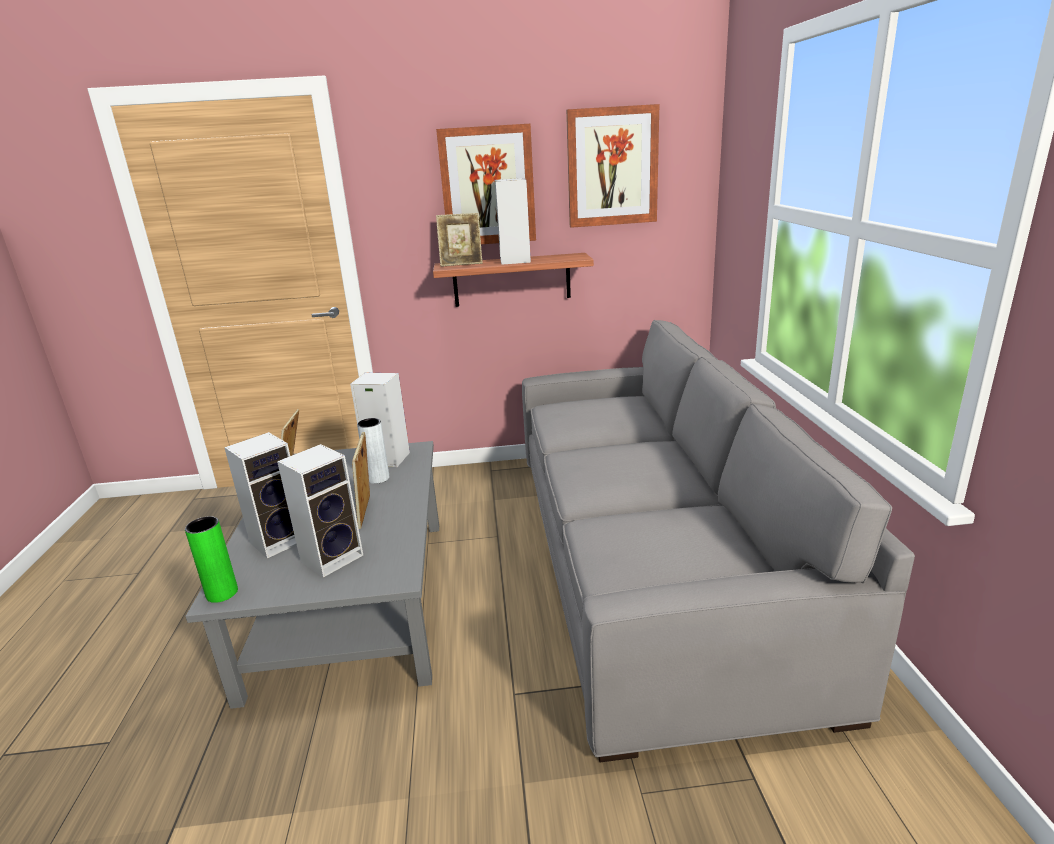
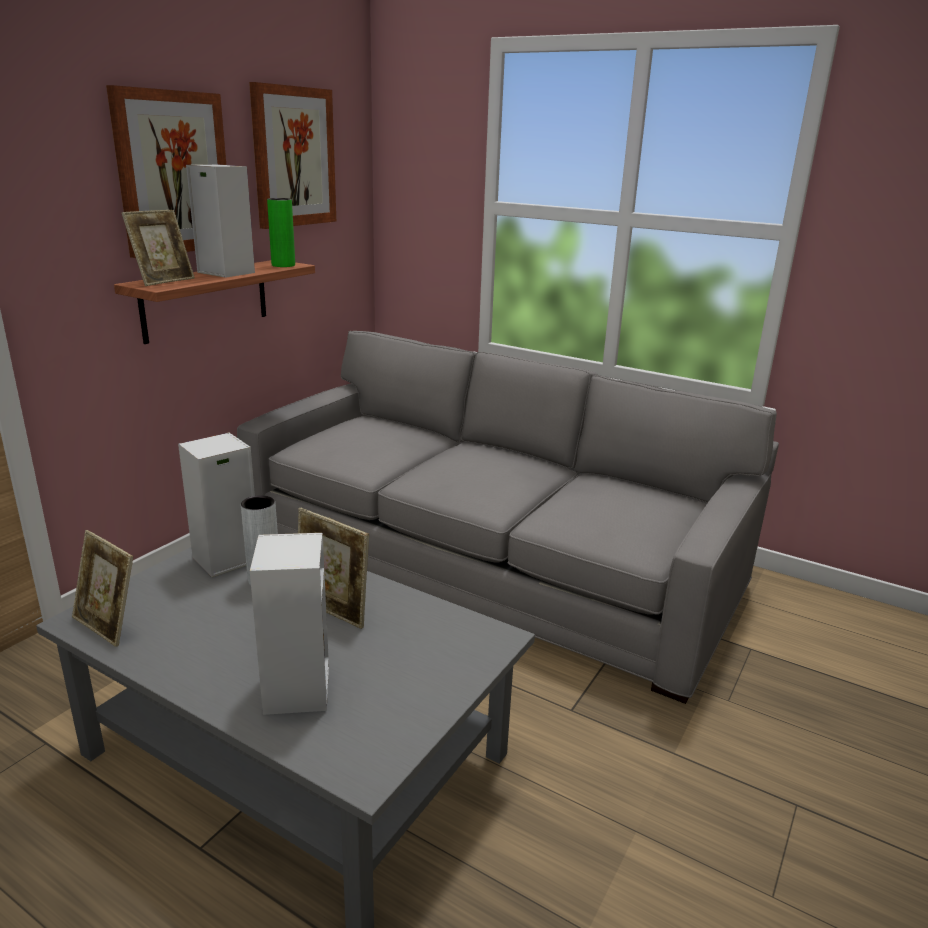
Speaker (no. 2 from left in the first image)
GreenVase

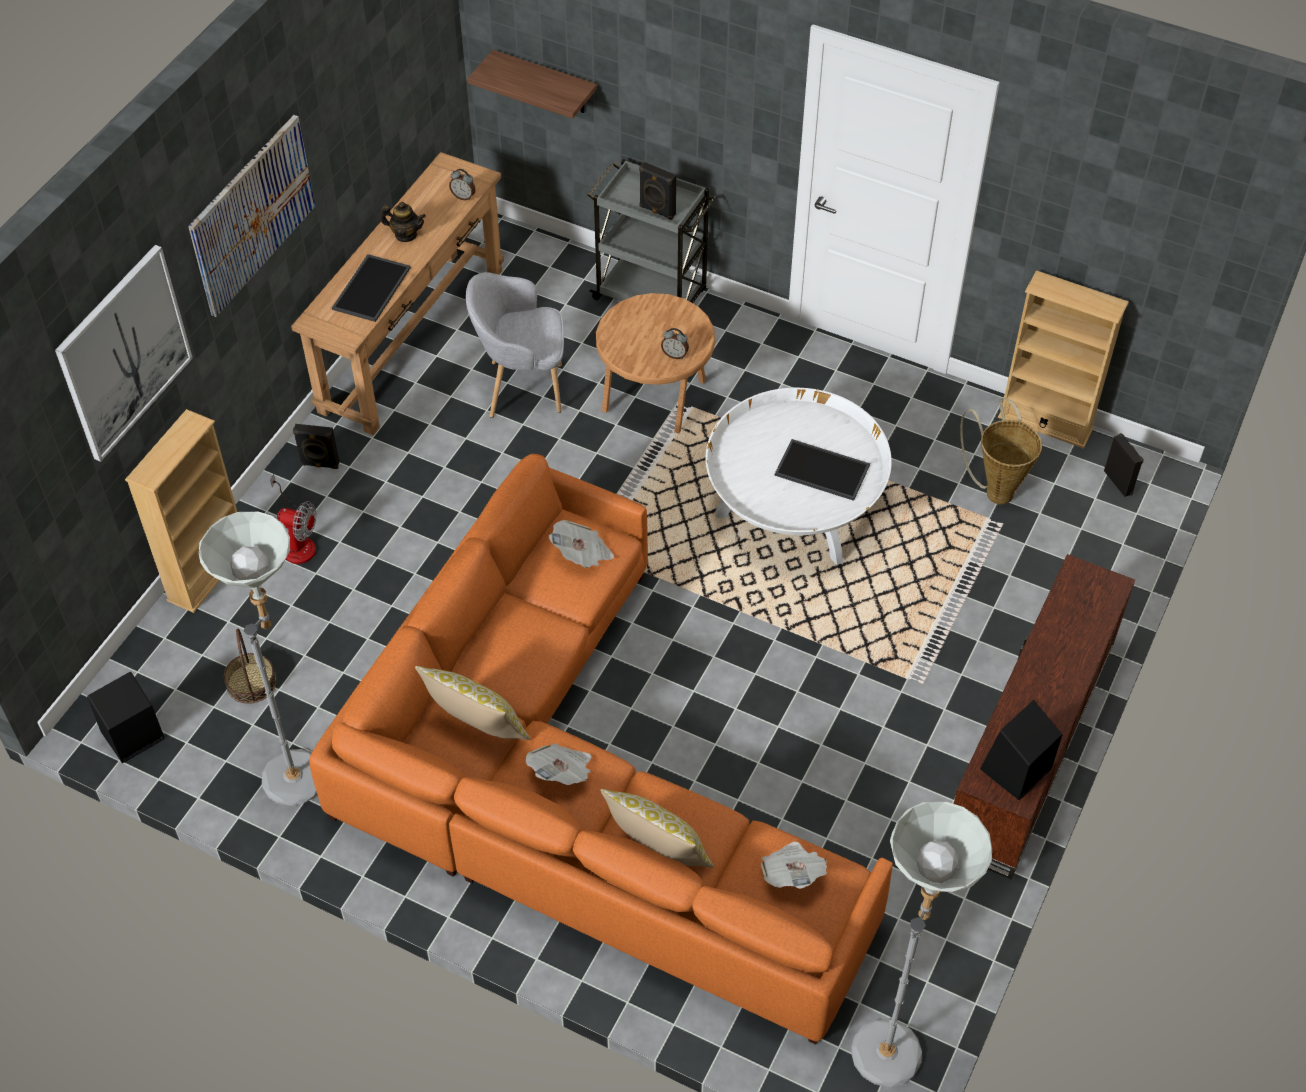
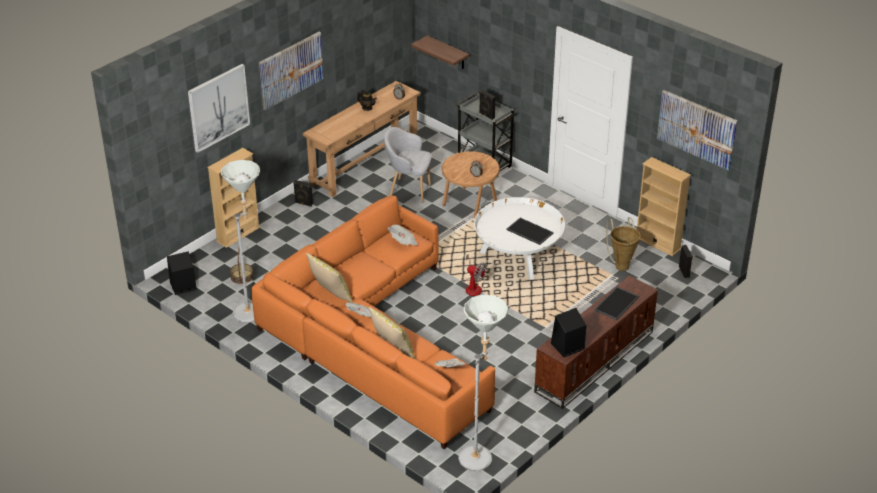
Picture (no. 3 from left)
Fan
Tray (no. 2 from left)

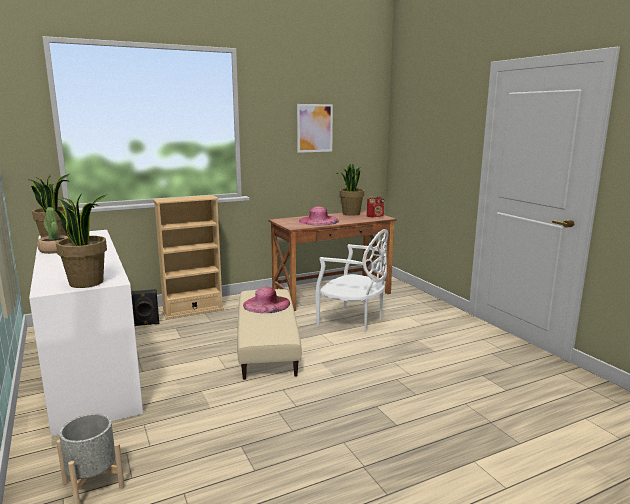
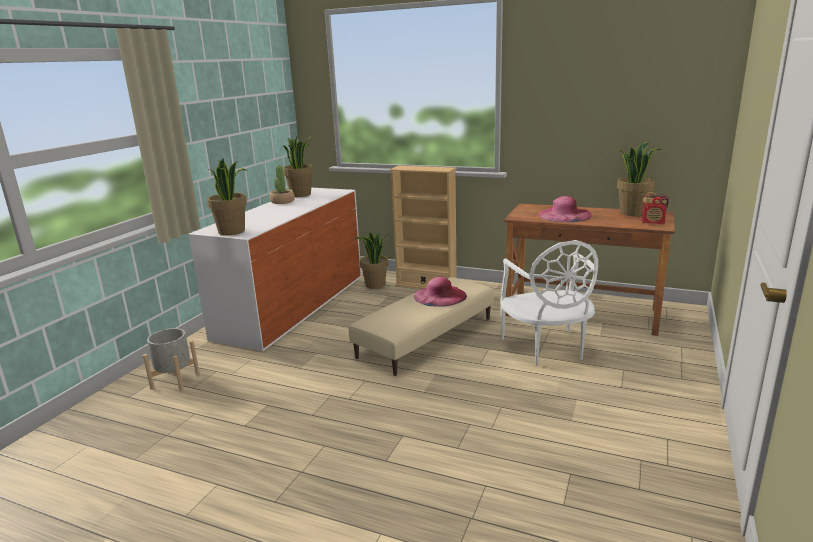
Picture
PottedPlant (no. 4 from left)

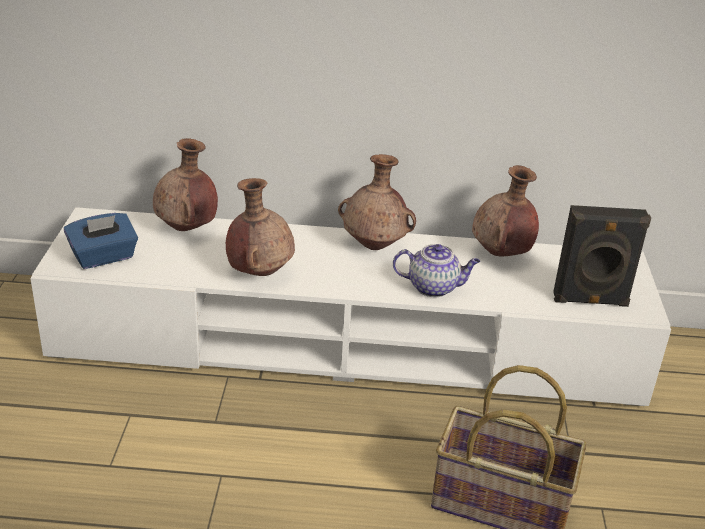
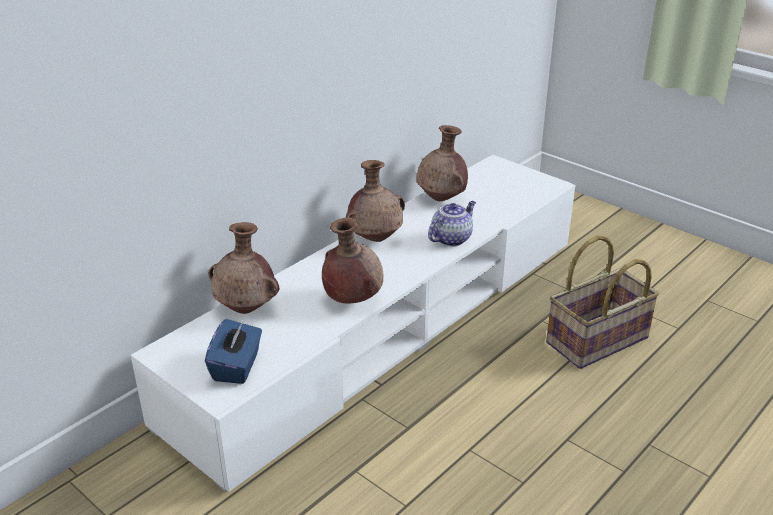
BlackSpeaker

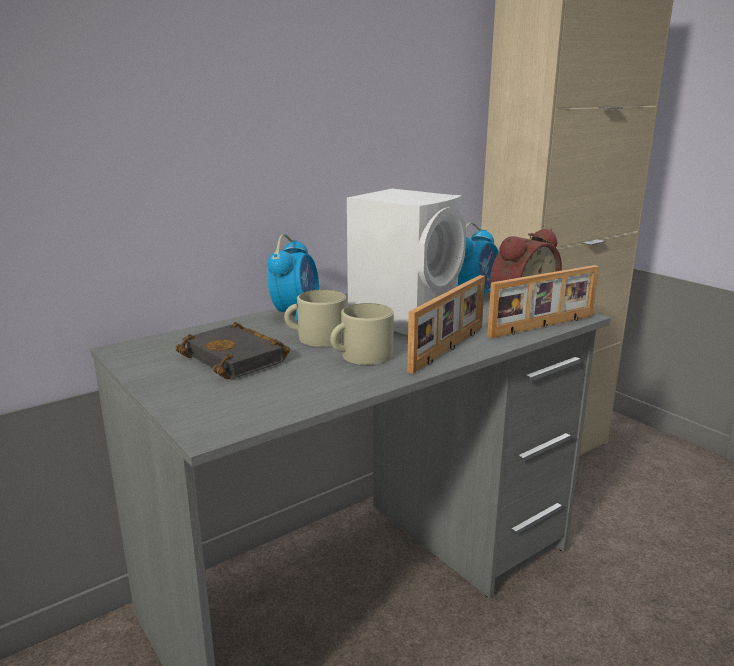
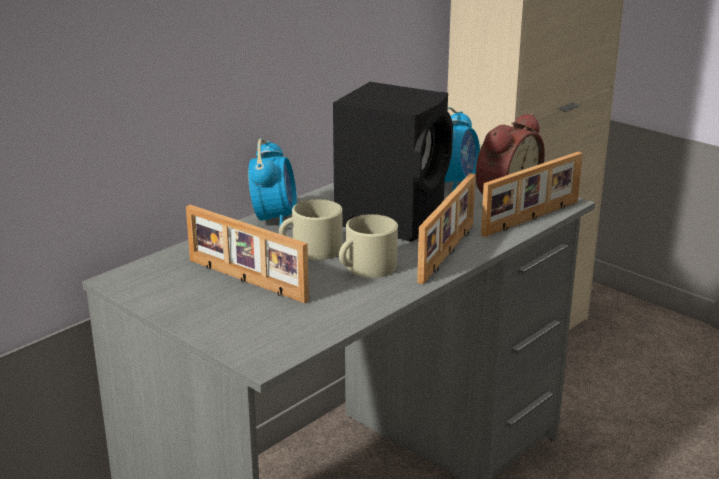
PictureFrame (no. 1 from left)
BlackSpeaker

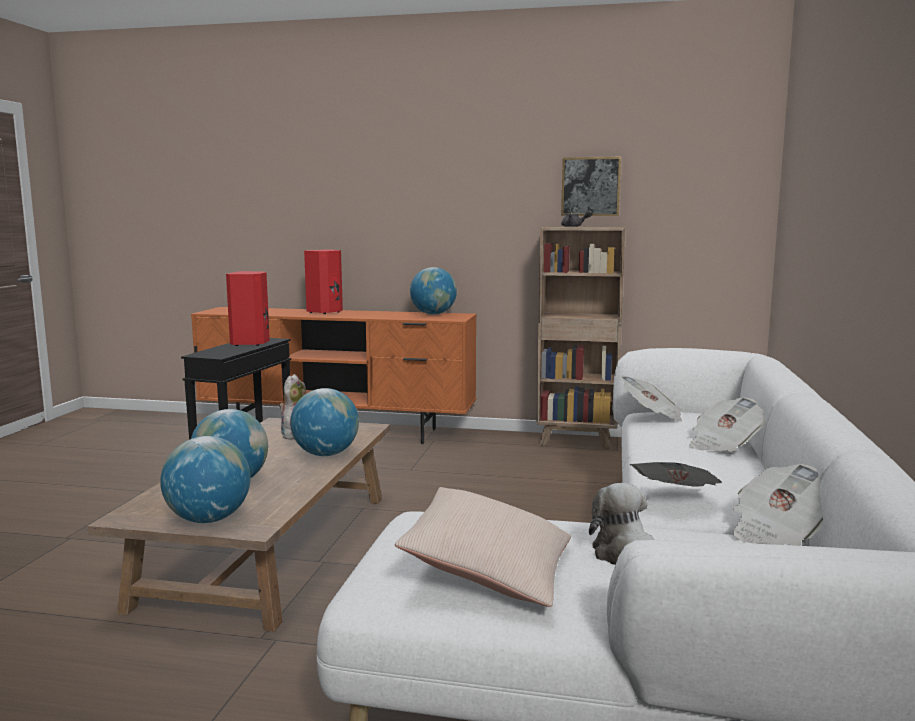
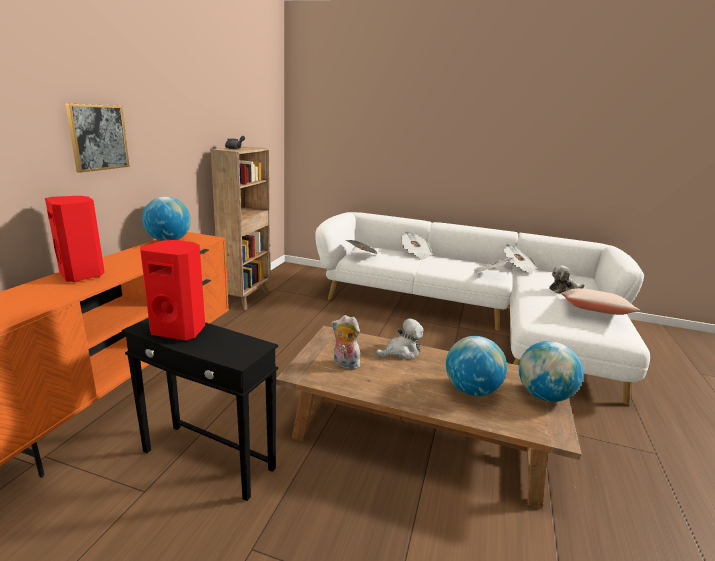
Picture
PlushToy (no. 2 from left)

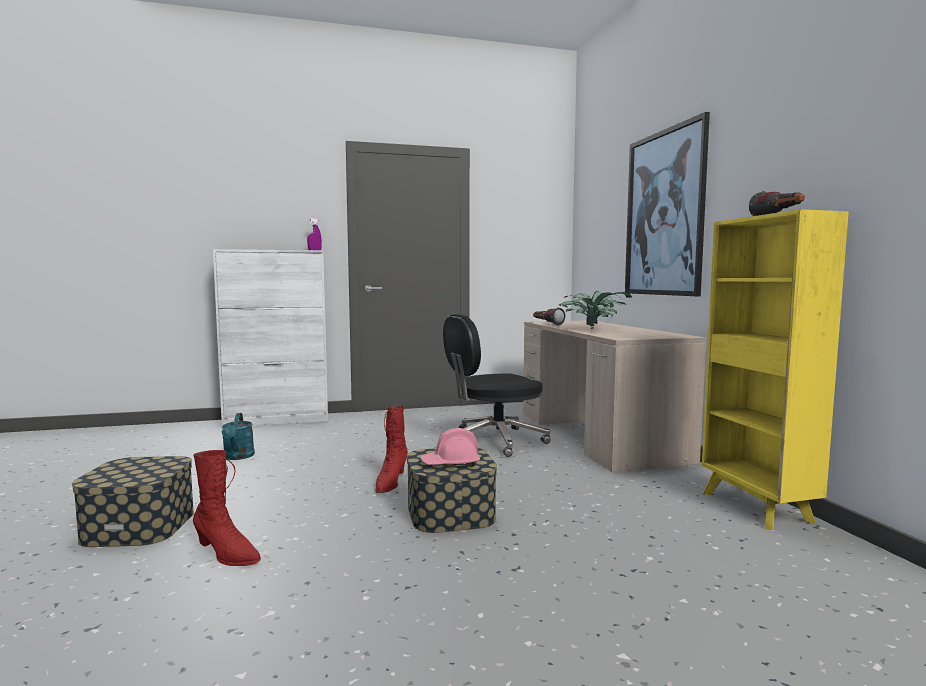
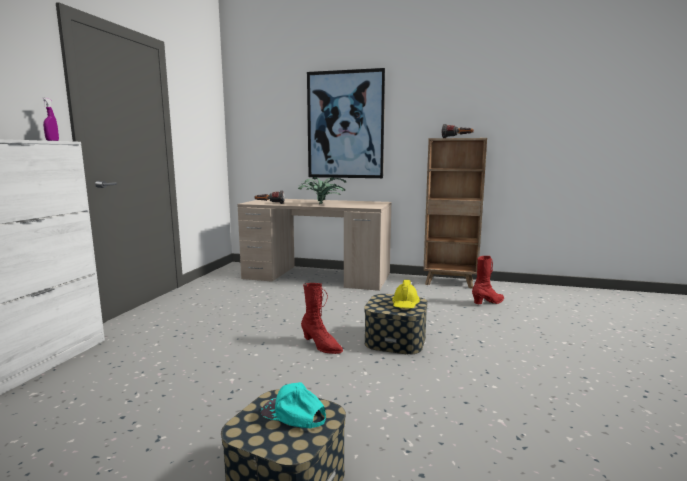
TurquoiseWateringCan
BlackOfficeChair
TurquoiseCap
RedBoot (no. 2 from left)
YellowHardHat
BrownBookcase

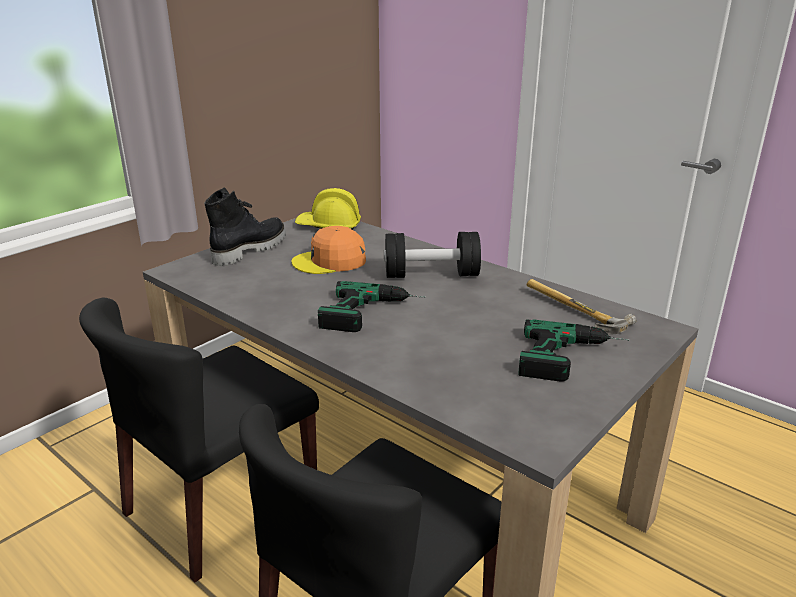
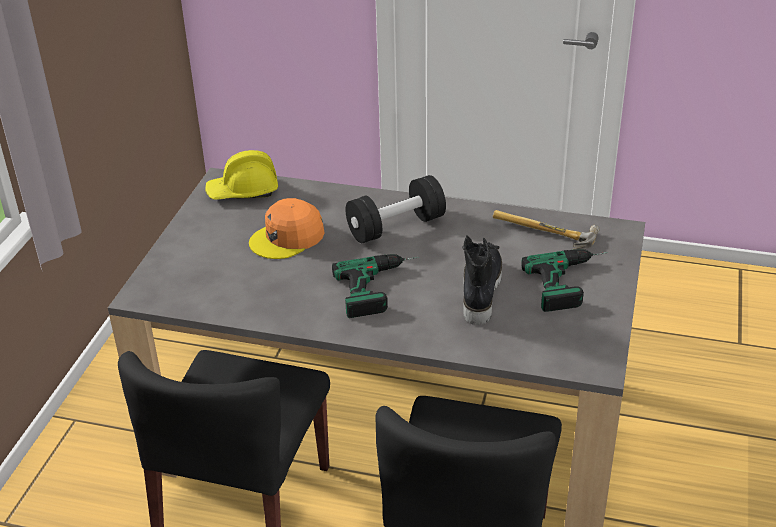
BlackBoot

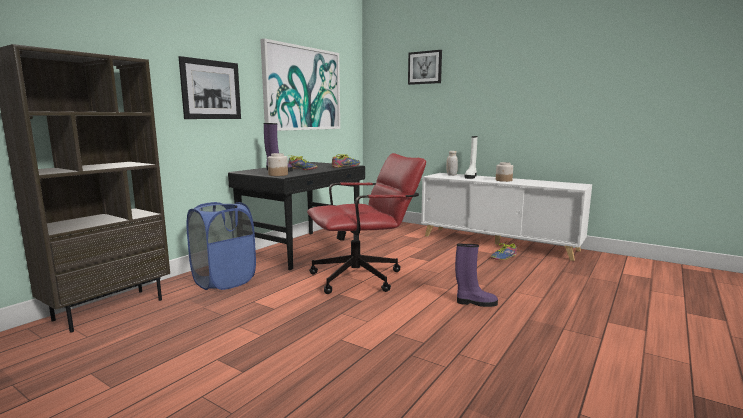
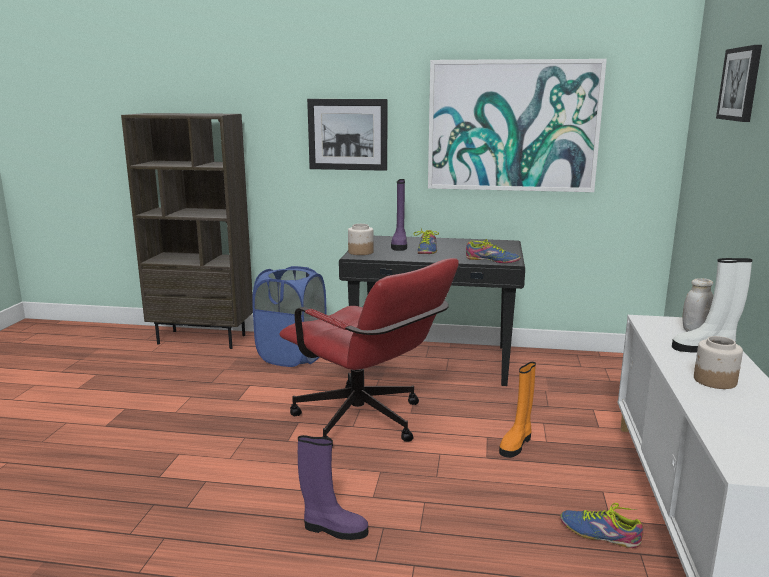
OrangeBoot
PurpleBoot (no. 1 from left)

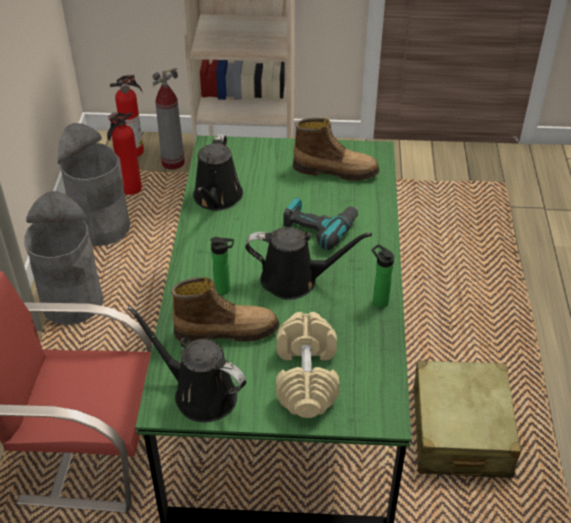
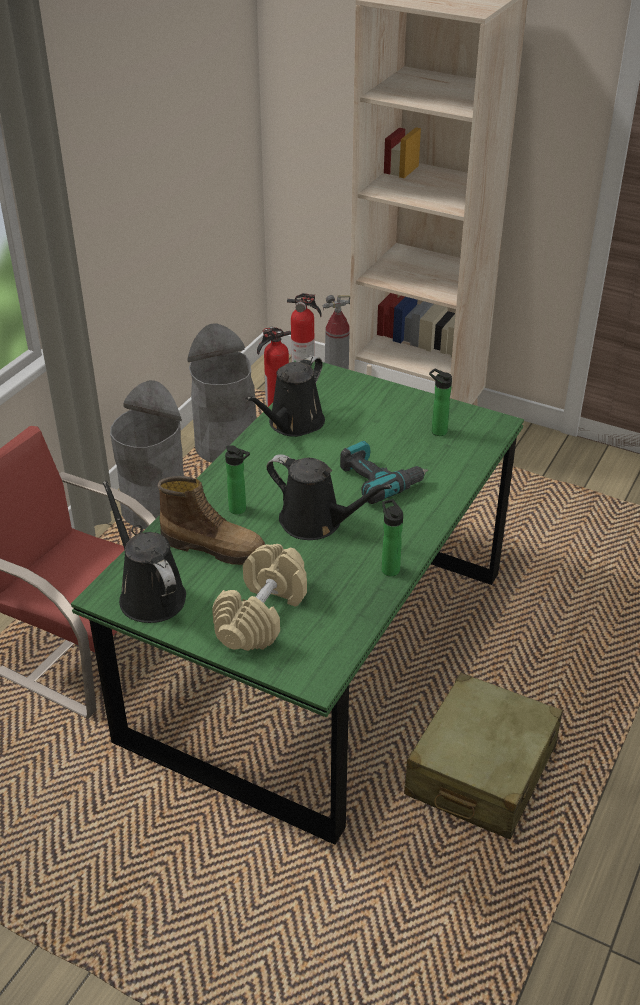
Bottle (no. 3 from left)

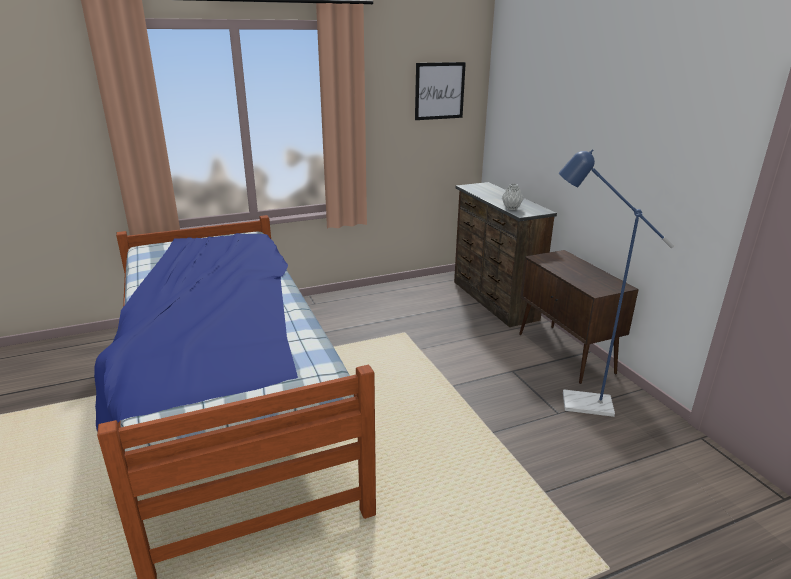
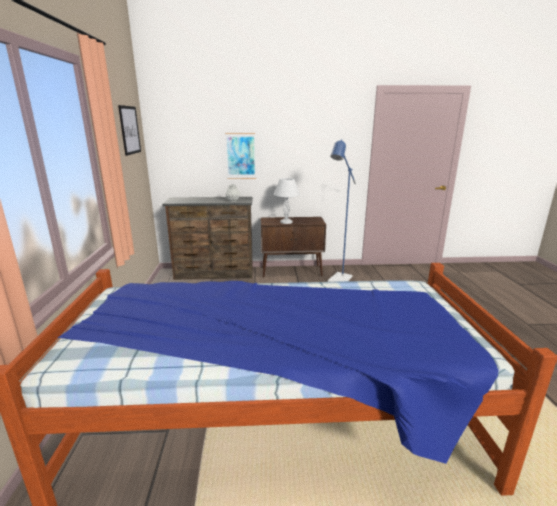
Picture (no. 2 from left)
WhiteTableLamp

